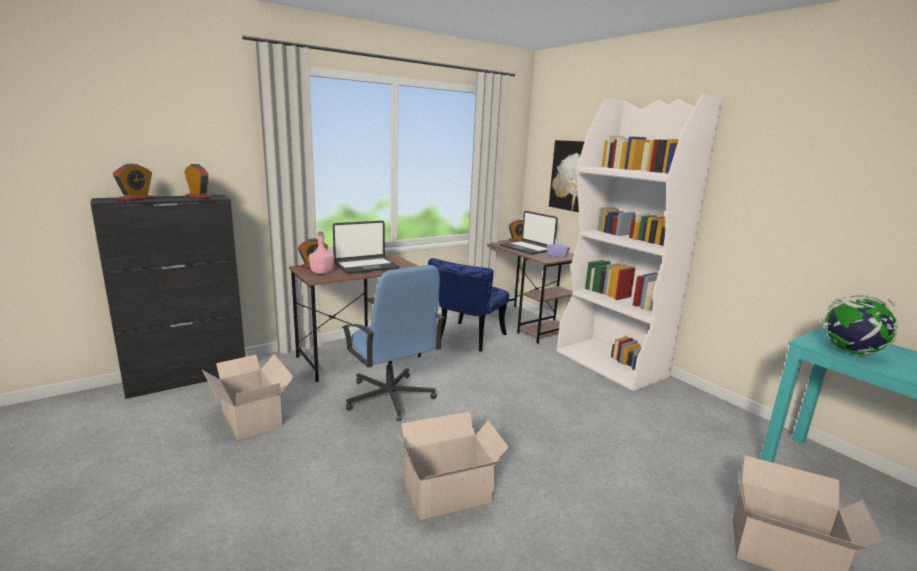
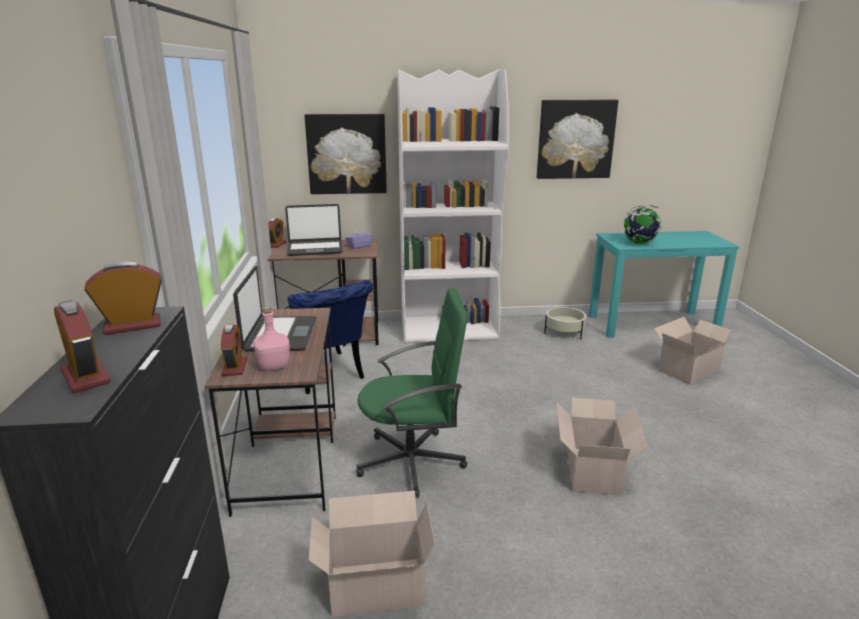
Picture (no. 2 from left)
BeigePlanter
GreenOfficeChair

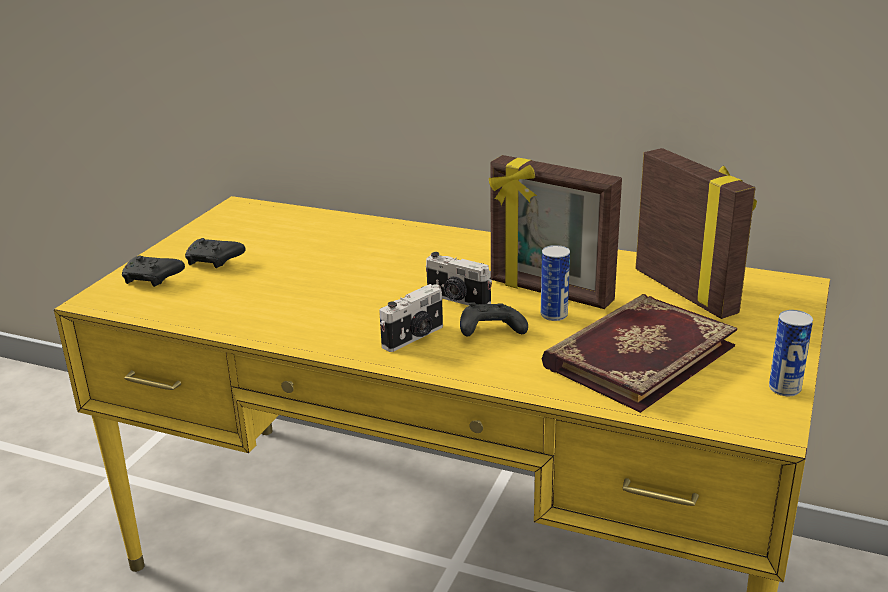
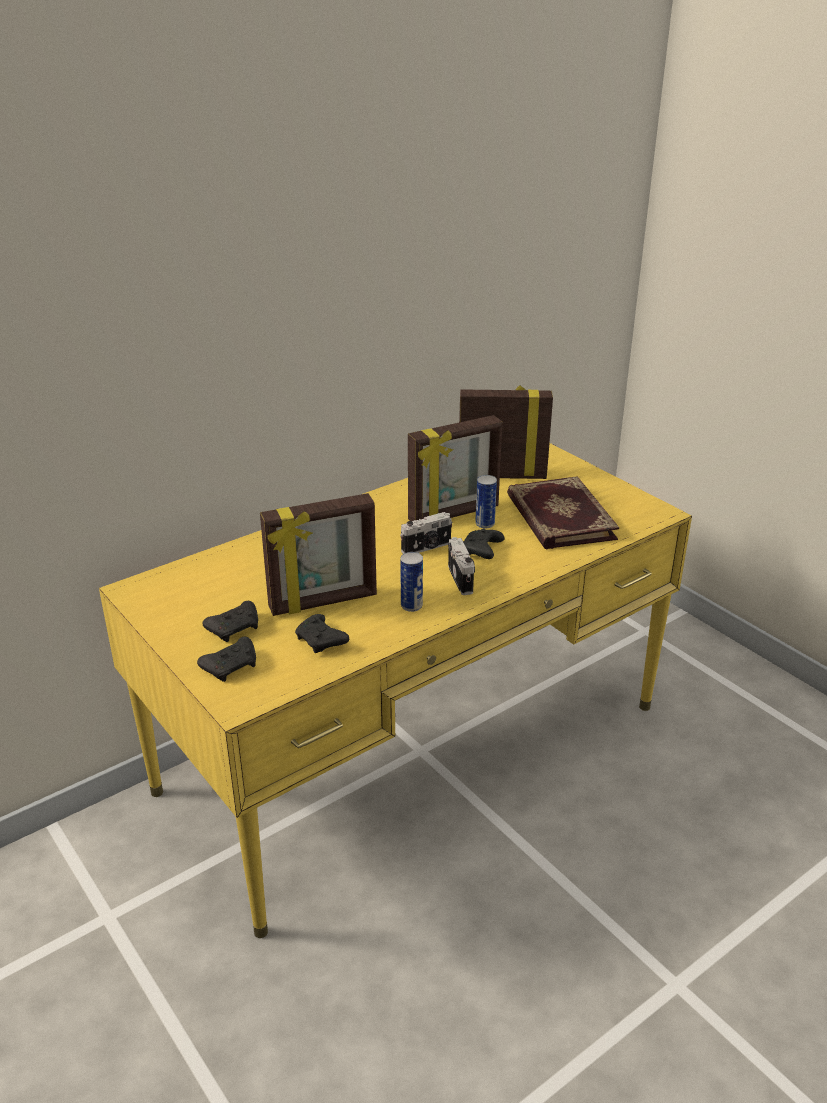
PictureFrame (no. 1 from left)
BlackGameController (no. 3 from left)
Can (no. 1 from left)

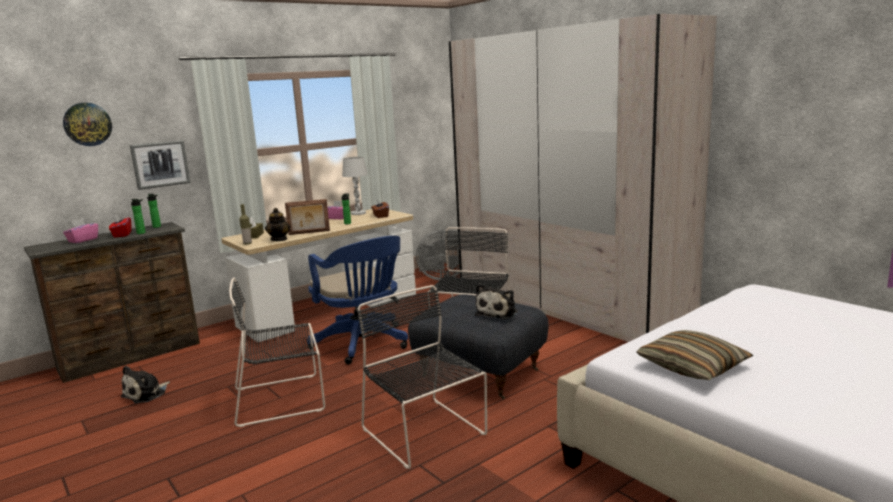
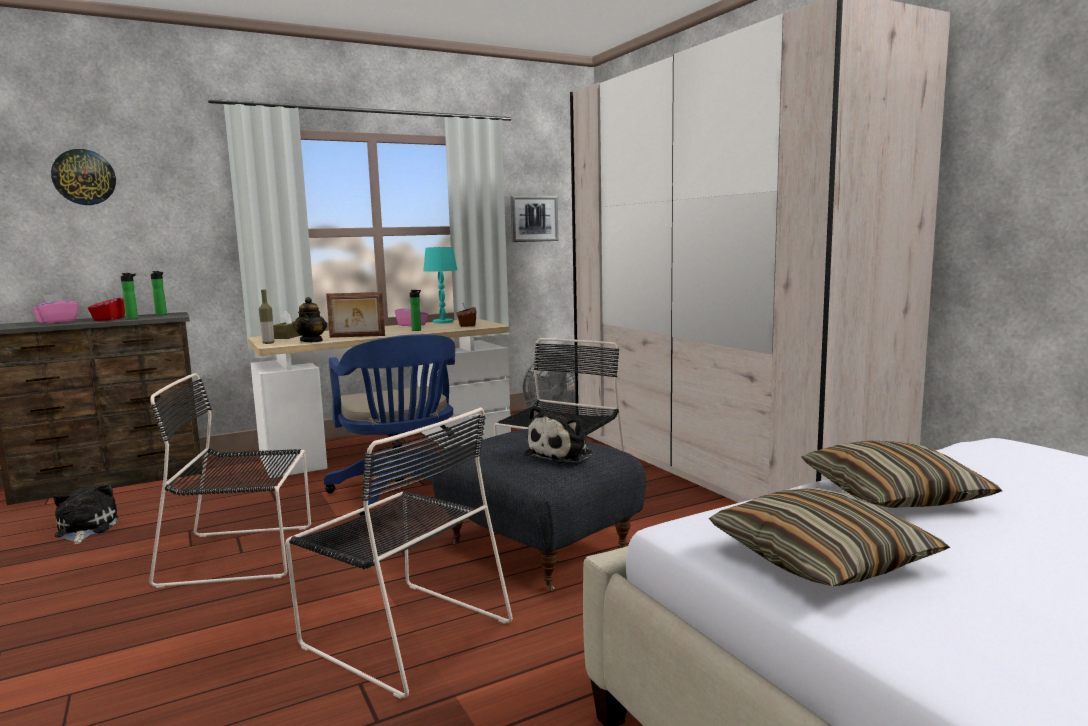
Pillow (no. 2 from left)
Picture
TurquoiseTableLamp
PlushToy (no. 1 from left)
BlackChair (no. 2 from left)

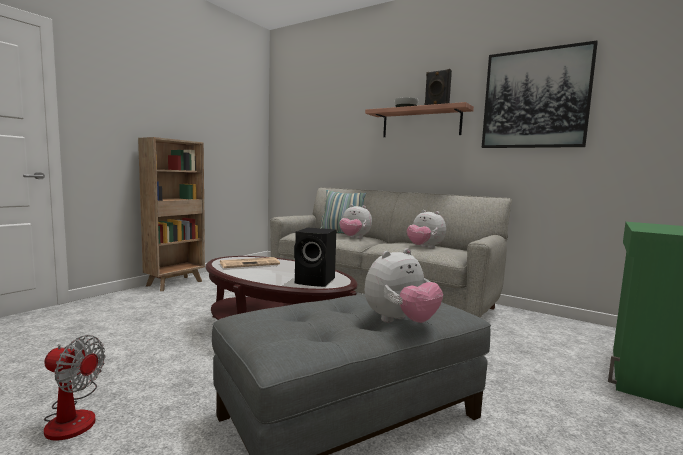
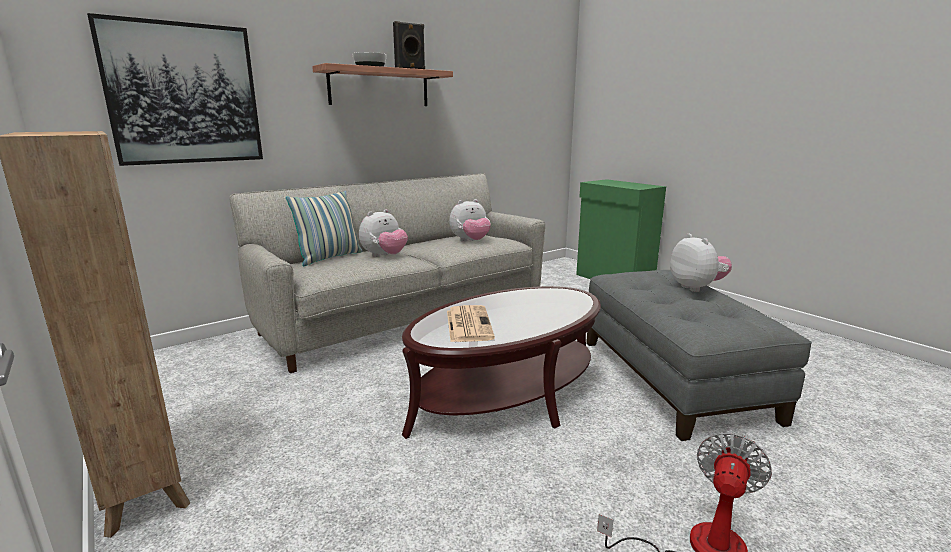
BlackSpeaker (no. 1 from left in the first image)
Picture

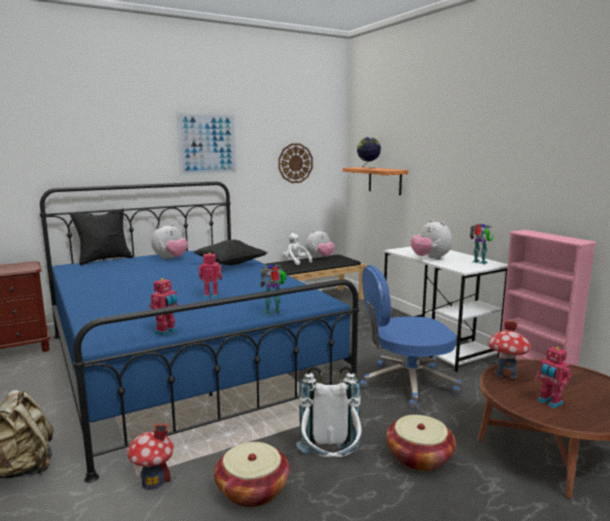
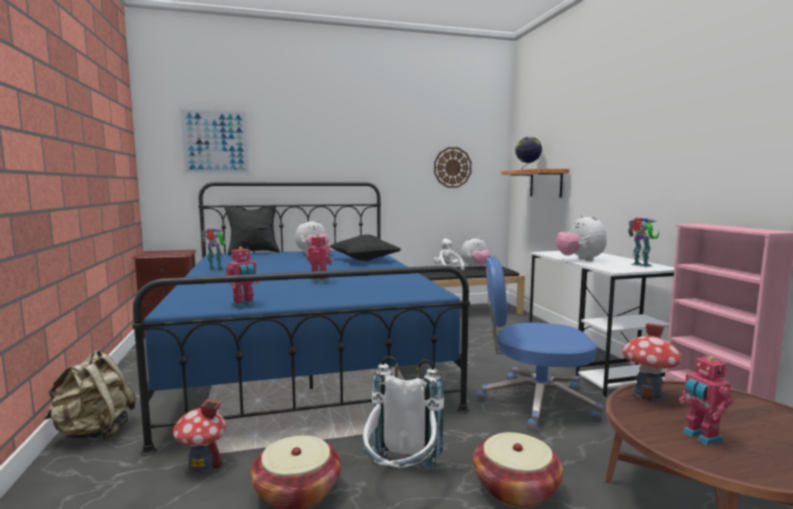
Picture
ToyRobot (no. 1 from left)

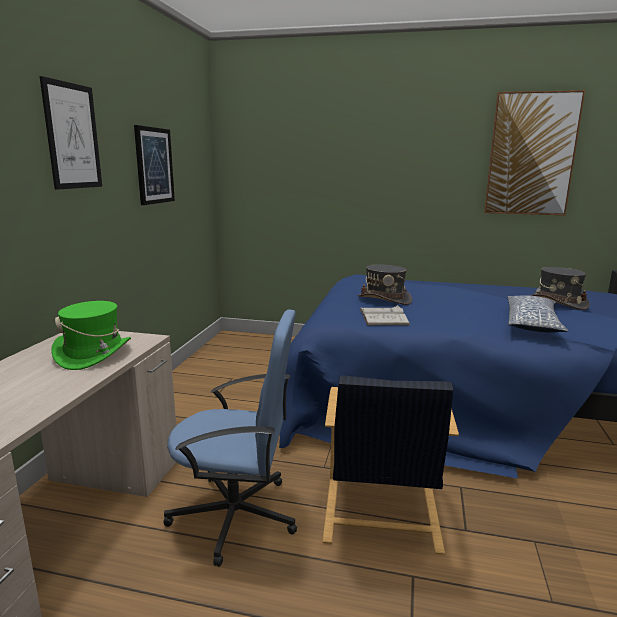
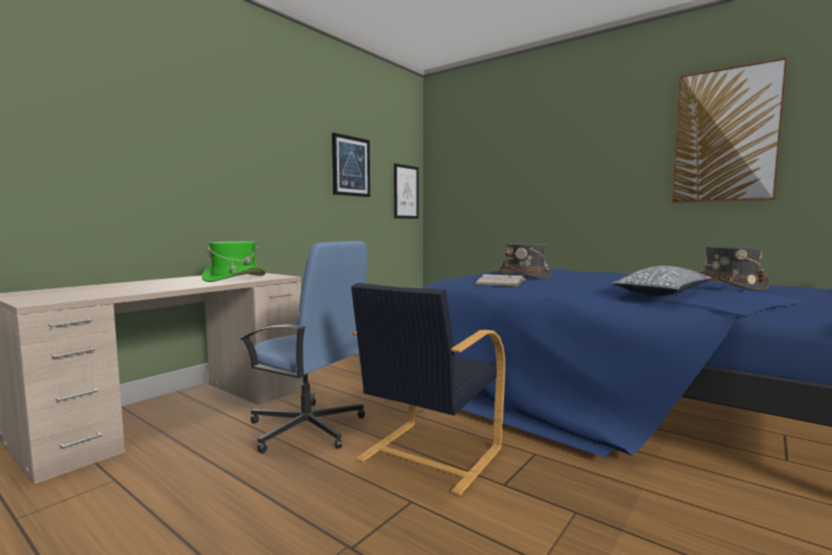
Picture (no. 2 from left)

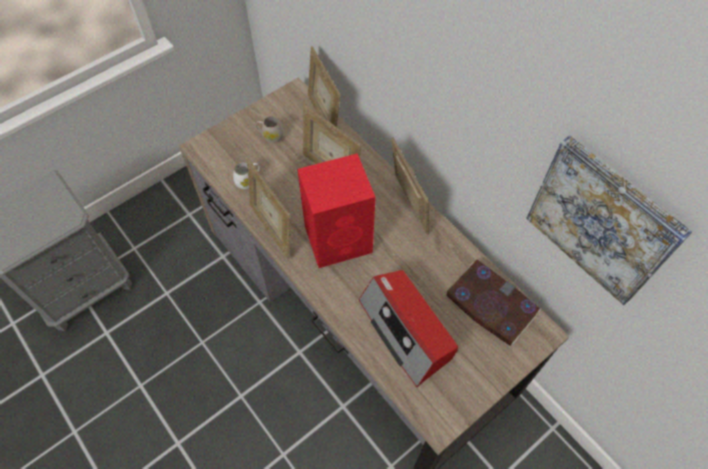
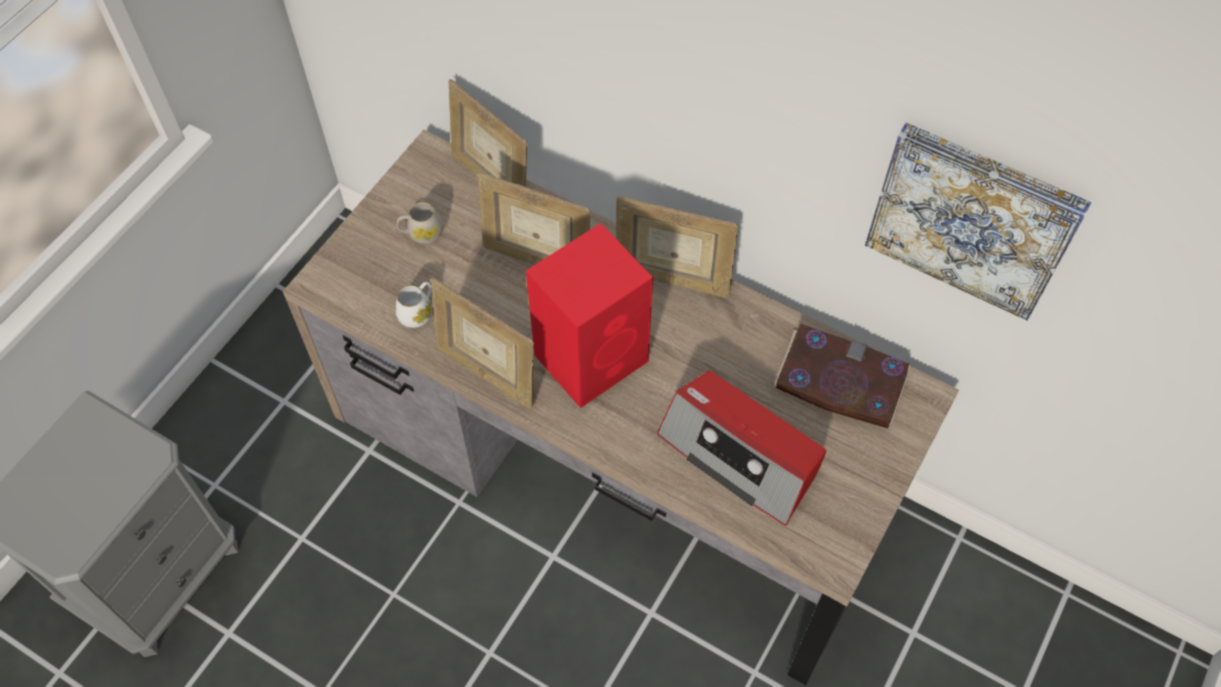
PictureFrame (no. 4 from left)

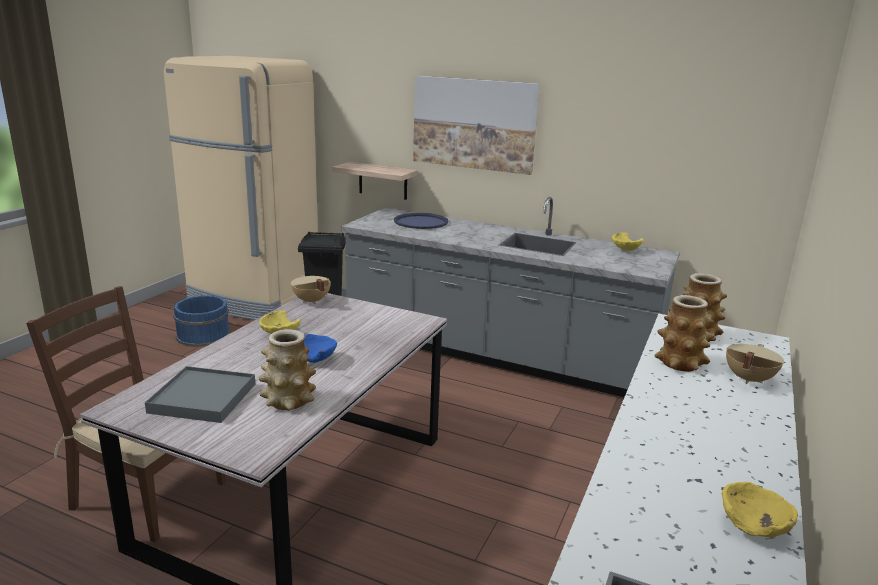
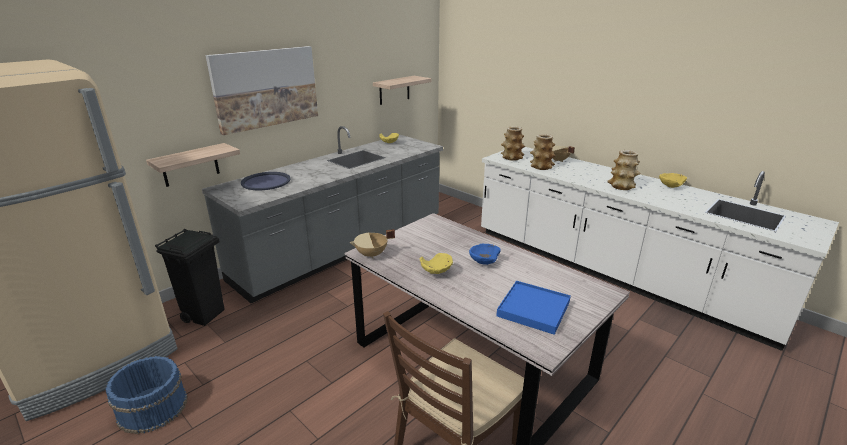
Shelf (no. 2 from left)
Vase (no. 3 from left)
BlueTray (no. 2 from left)

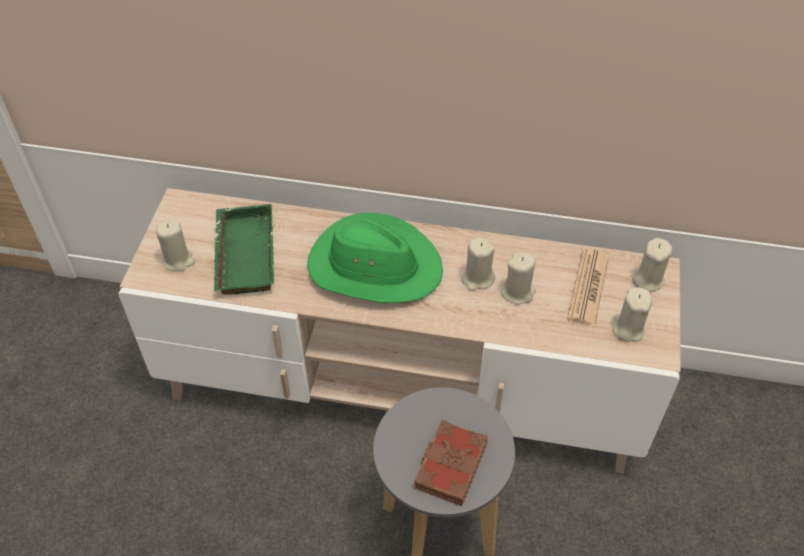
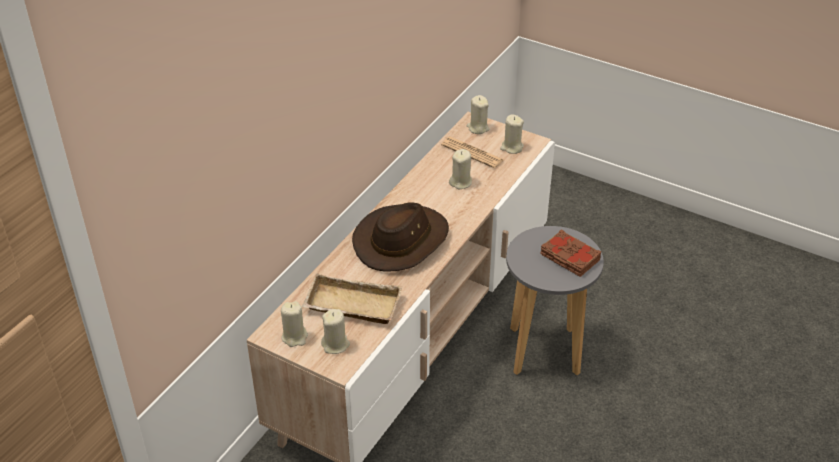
BeigeCandle (no. 1 from left)
BeigeTray
BrownHat

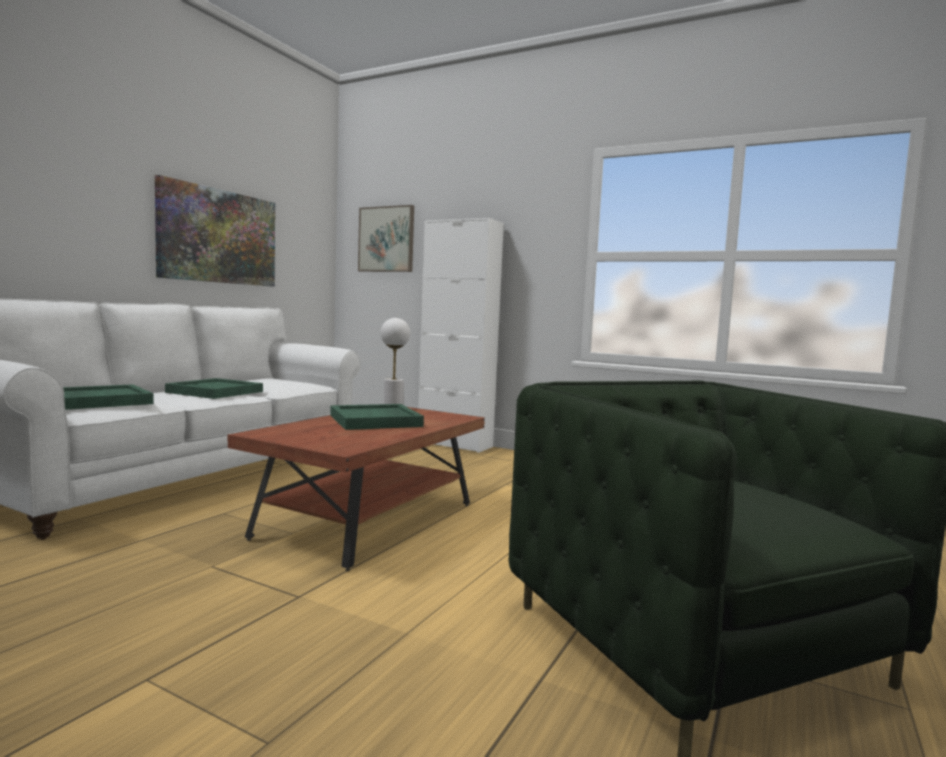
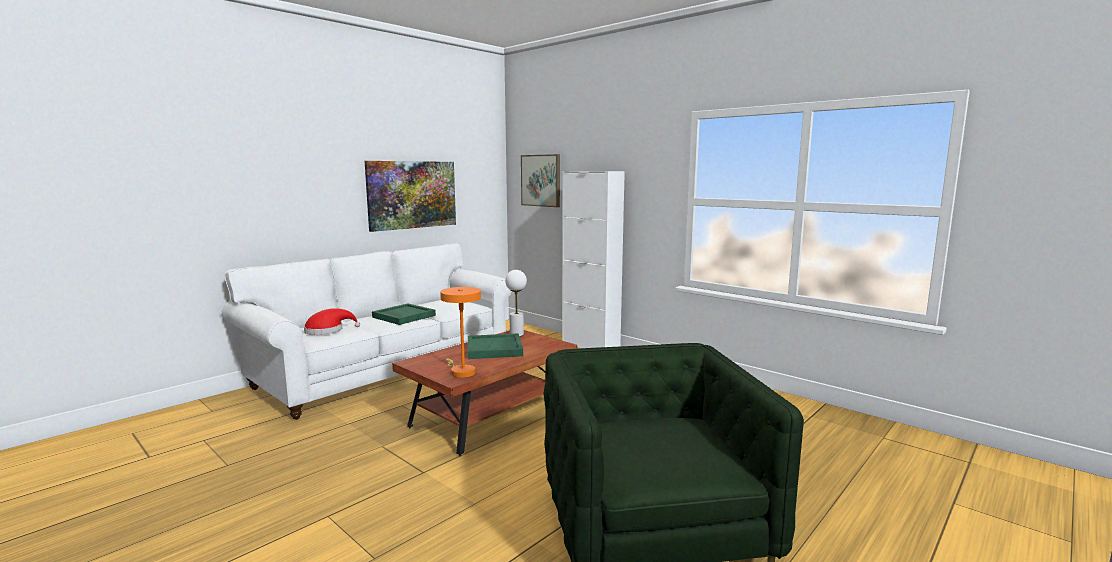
OrangeTableLamp
RedHat

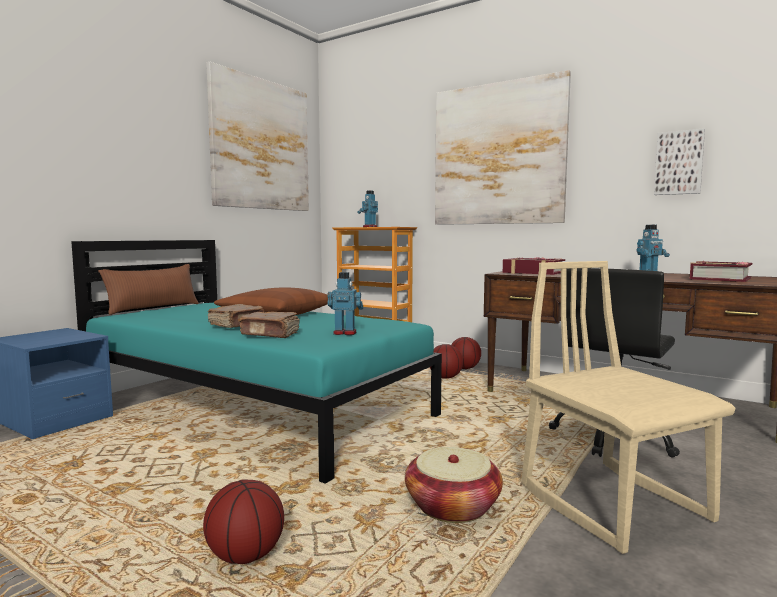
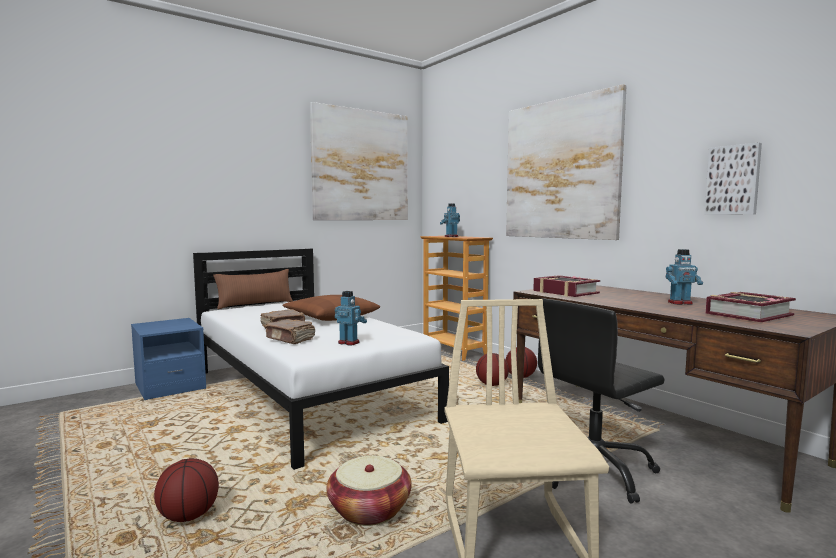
WhiteBed

